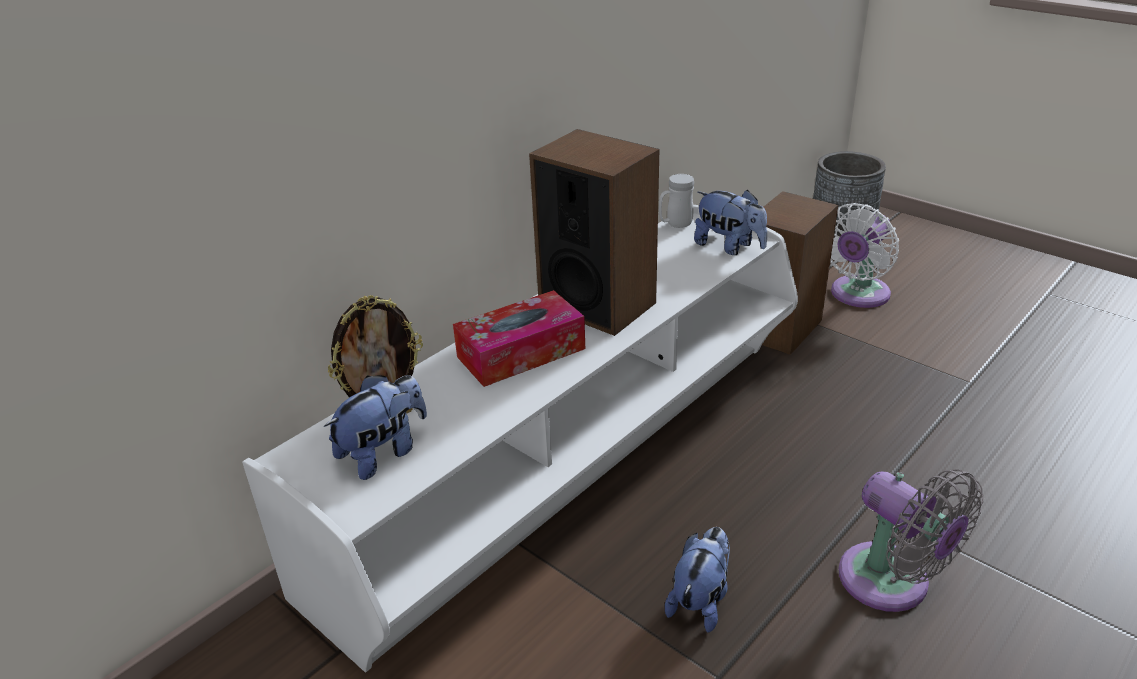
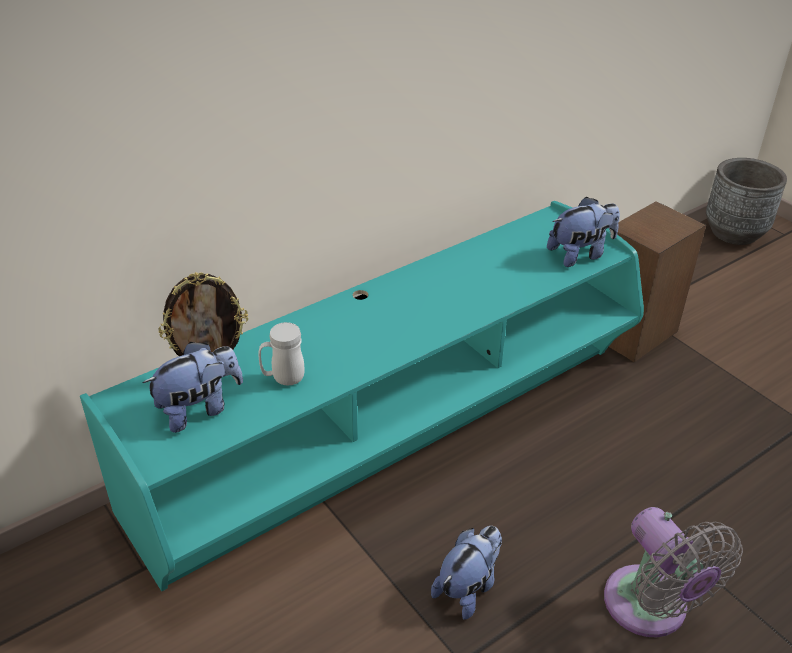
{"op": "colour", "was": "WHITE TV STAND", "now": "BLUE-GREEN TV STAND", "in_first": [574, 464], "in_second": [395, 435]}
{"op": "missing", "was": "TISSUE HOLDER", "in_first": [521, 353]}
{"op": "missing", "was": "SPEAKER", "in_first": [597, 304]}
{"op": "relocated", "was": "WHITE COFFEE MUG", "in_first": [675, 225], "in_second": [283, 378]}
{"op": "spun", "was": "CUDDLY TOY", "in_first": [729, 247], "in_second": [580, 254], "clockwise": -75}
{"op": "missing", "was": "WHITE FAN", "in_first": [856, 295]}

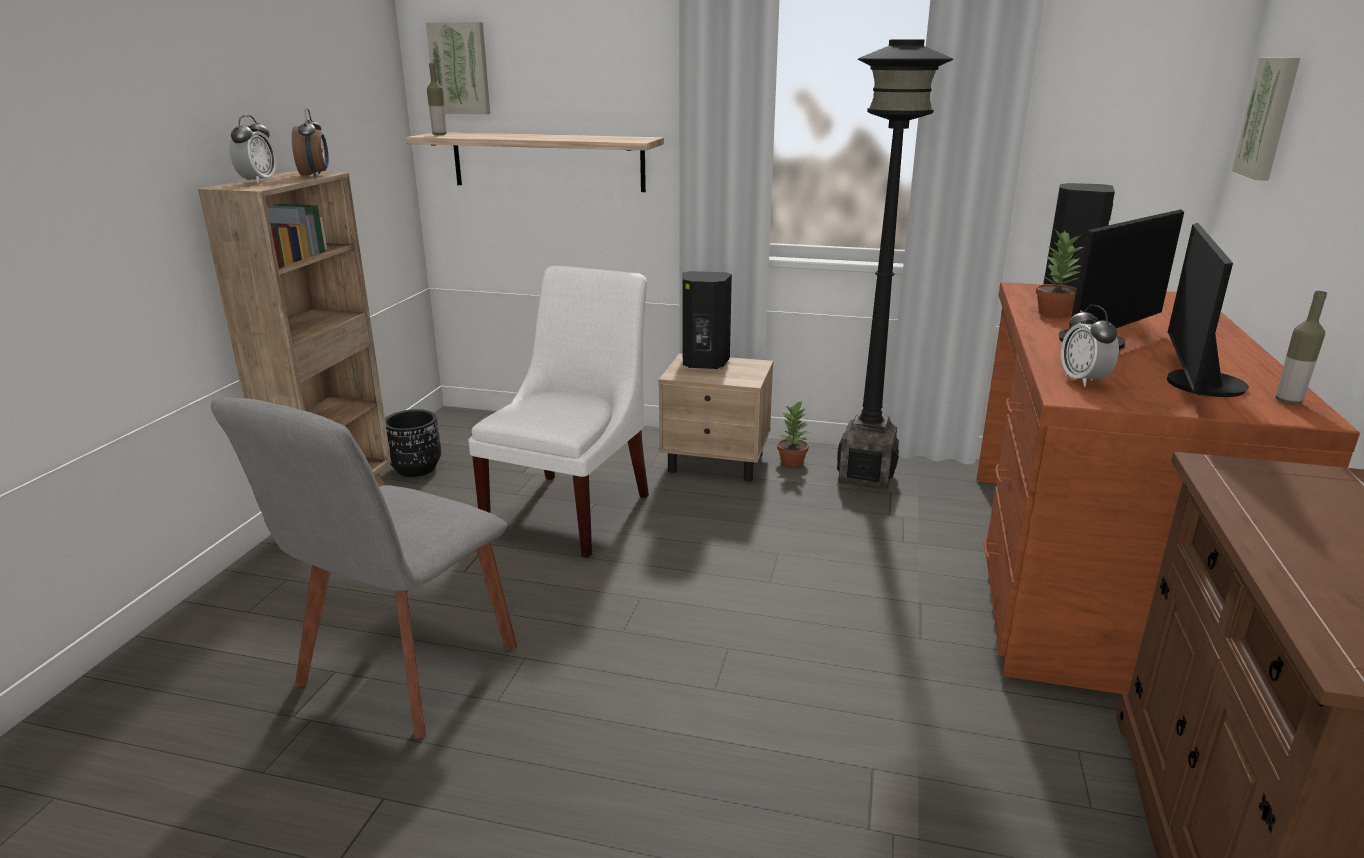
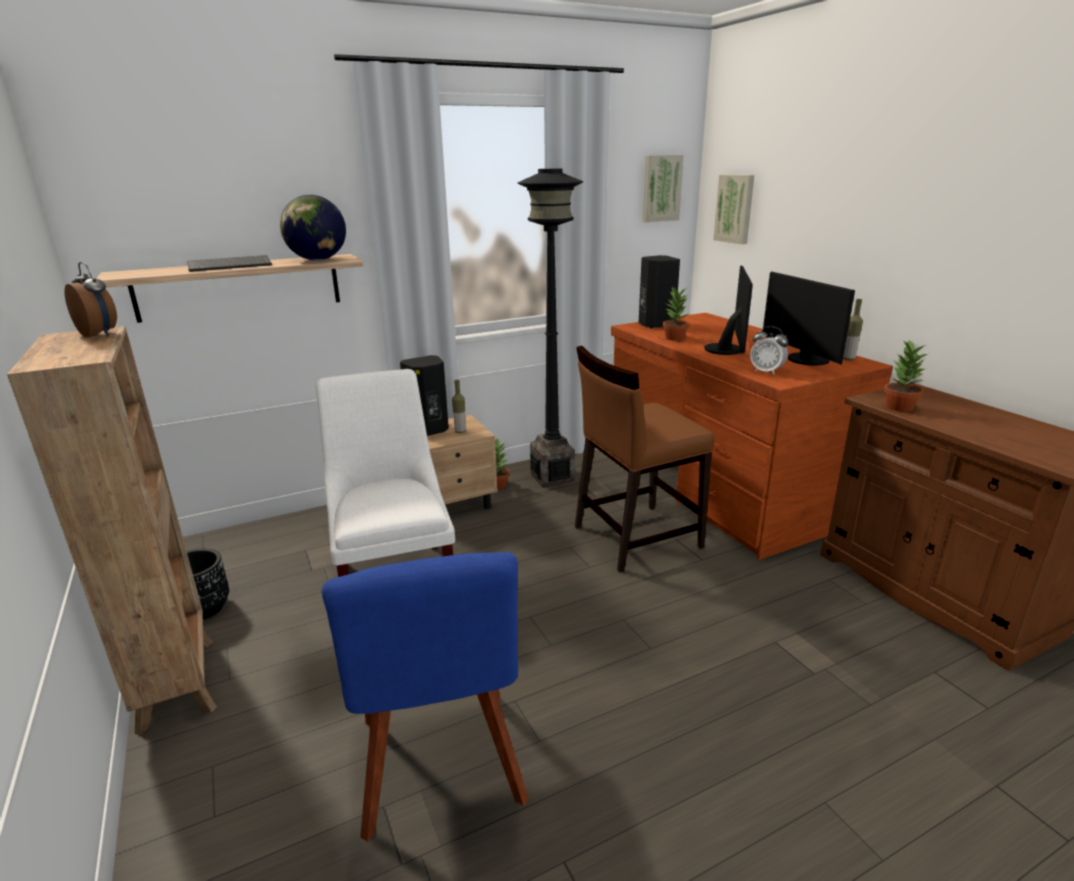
{"op": "colour", "was": "GREYISH UPRIGHT CHAIR", "now": "BLUISH UPRIGHT CHAIR", "in_first": [401, 672], "in_second": [441, 769]}
{"op": "missing", "was": "TABLE CLOCK", "in_first": [258, 181]}
{"op": "relocated", "was": "WALL ART", "in_first": [460, 68], "in_second": [661, 188]}
{"op": "relocated", "was": "BEVERAGE BOTTLE", "in_first": [439, 134], "in_second": [460, 431]}
{"op": "appeared", "now": "KEYBOARD", "in_second": [231, 265]}
{"op": "appeared", "now": "DESK GLOBE", "in_second": [318, 260]}
{"op": "appeared", "now": "BROWNISH UPRIGHT CHAIR", "in_second": [635, 536]}
{"op": "appeared", "now": "POTTED PLANT", "in_second": [899, 407]}

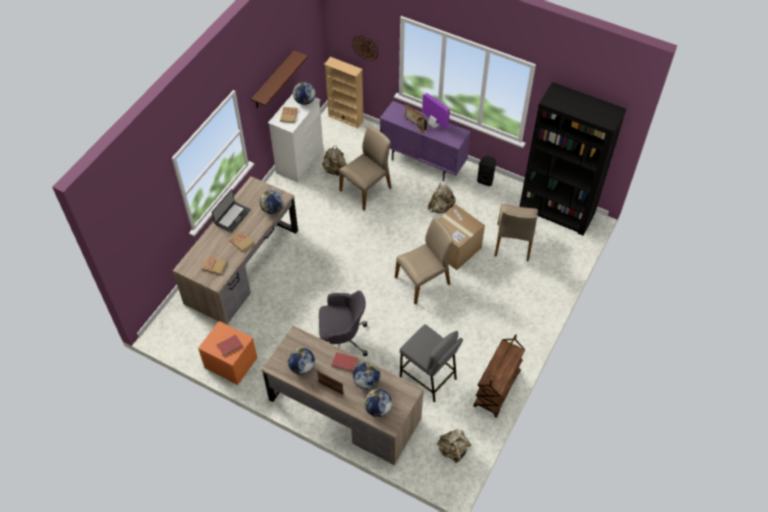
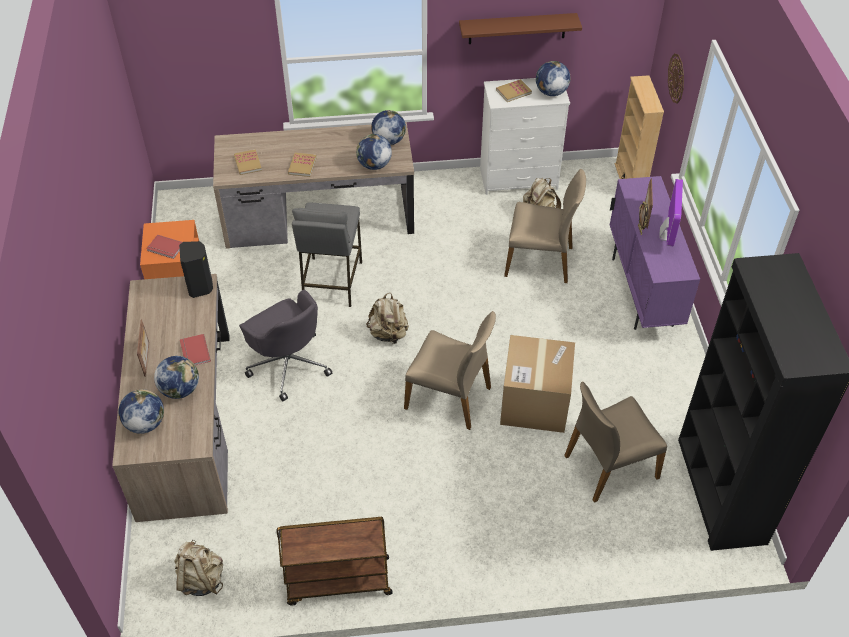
{"op": "missing", "was": "NOTEBOOK COMPUTER", "in_first": [232, 217]}
{"op": "relocated", "was": "DESK GLOBE", "in_first": [302, 367], "in_second": [388, 141]}
{"op": "relocated", "was": "GREYISH STOOL SEAT", "in_first": [428, 377], "in_second": [331, 282]}
{"op": "relocated", "was": "BEIGE RUCKSACK", "in_first": [441, 207], "in_second": [388, 334]}
{"op": "relocated", "was": "BLACKISH SPEAKER", "in_first": [485, 180], "in_second": [200, 287]}

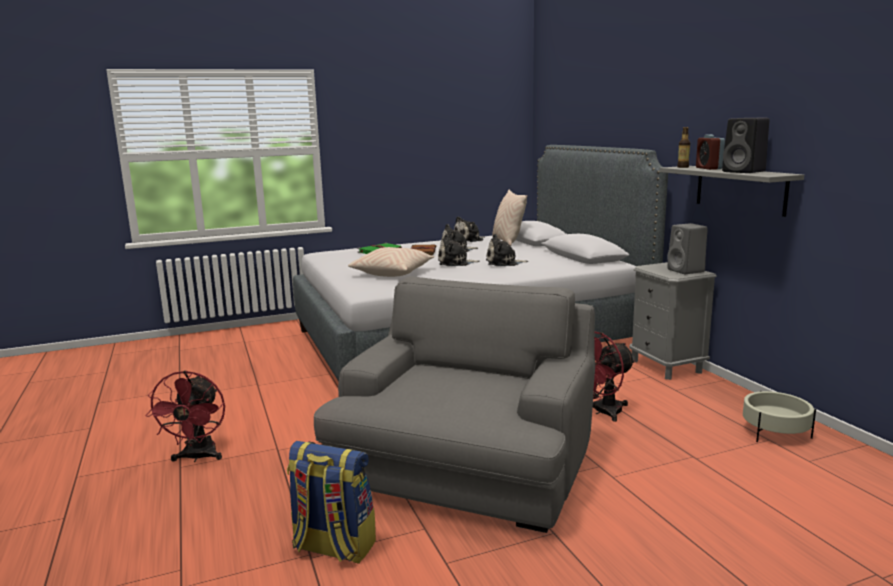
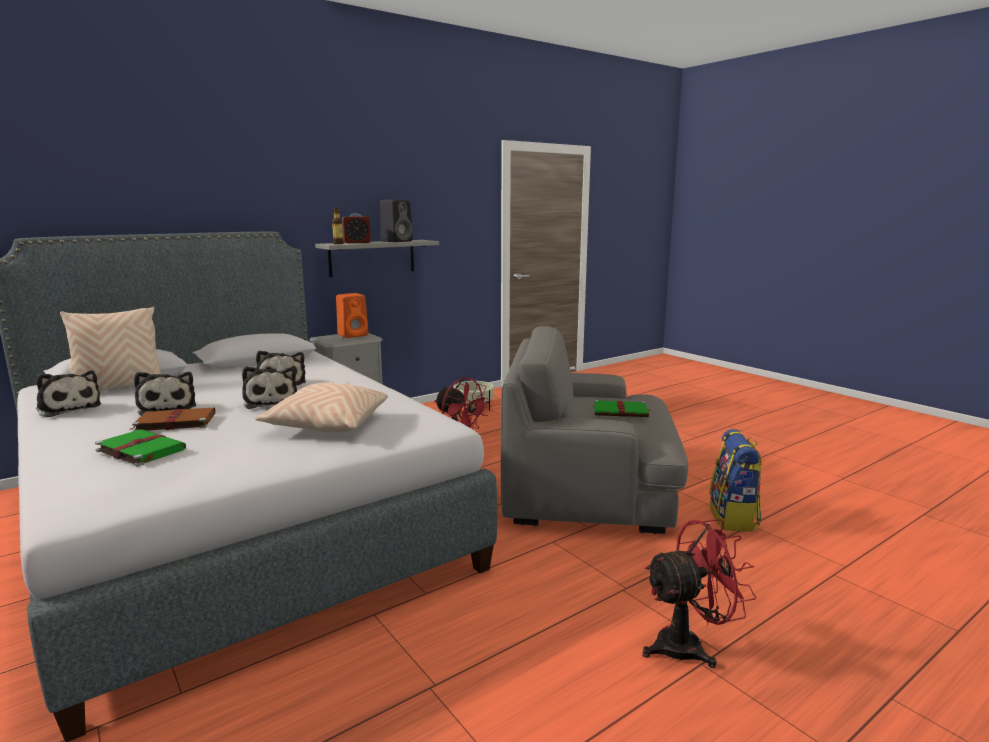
{"op": "colour", "was": "GREYISH SPEAKER", "now": "ORANGE-COLOURED SPEAKER", "in_first": [687, 271], "in_second": [353, 335]}
{"op": "appeared", "now": "GREEN-COLOURED BOOK", "in_second": [621, 411]}

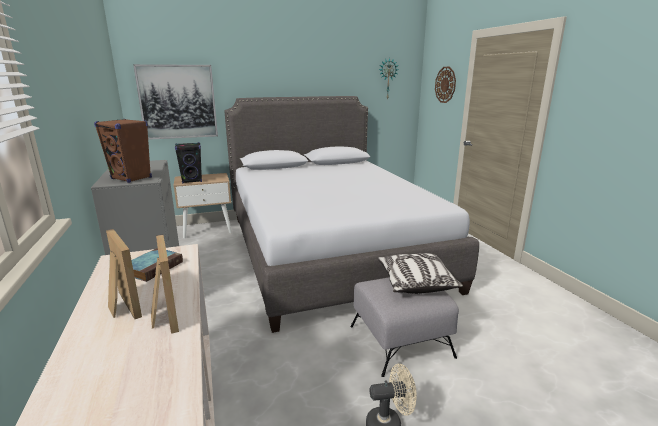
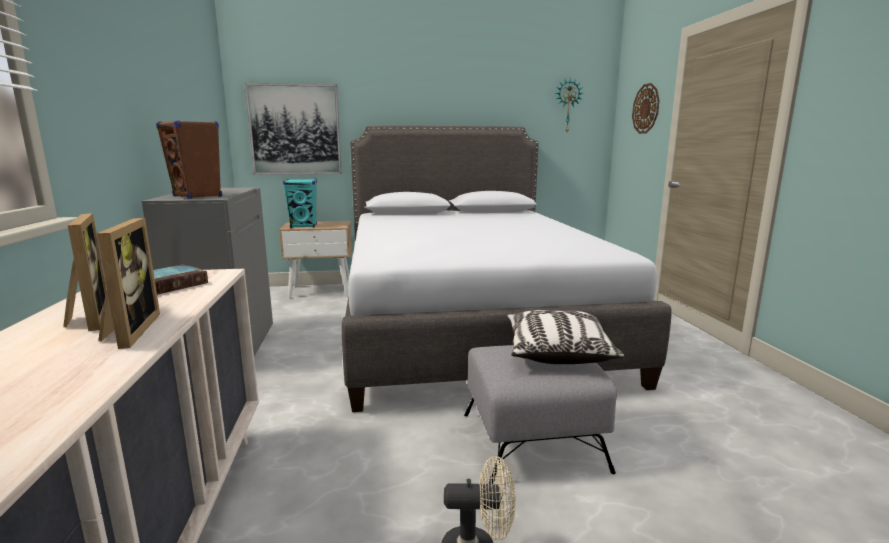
{"op": "colour", "was": "BLACKISH SPEAKER", "now": "BLUE-GREEN SPEAKER", "in_first": [192, 181], "in_second": [304, 226]}

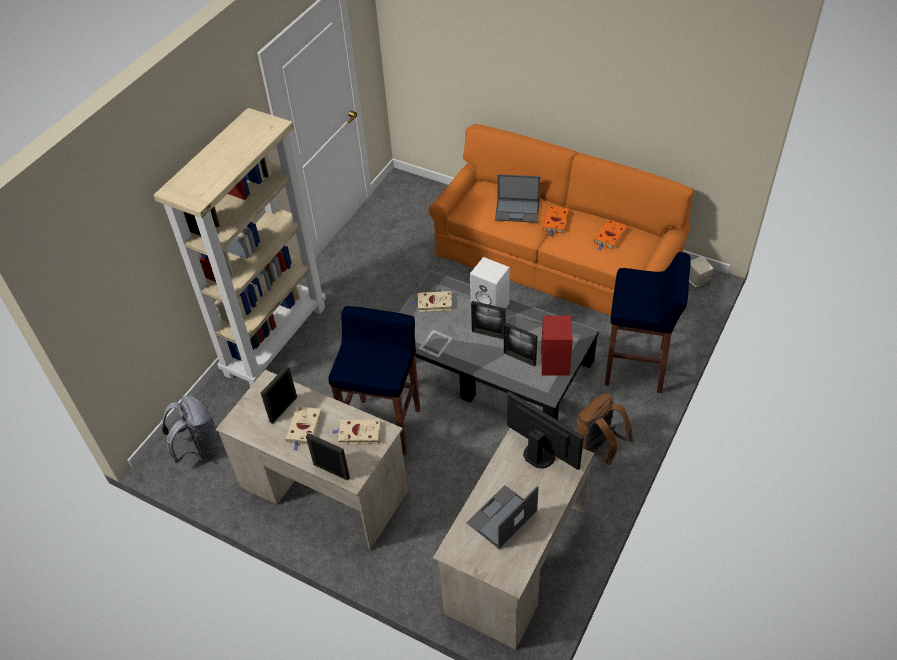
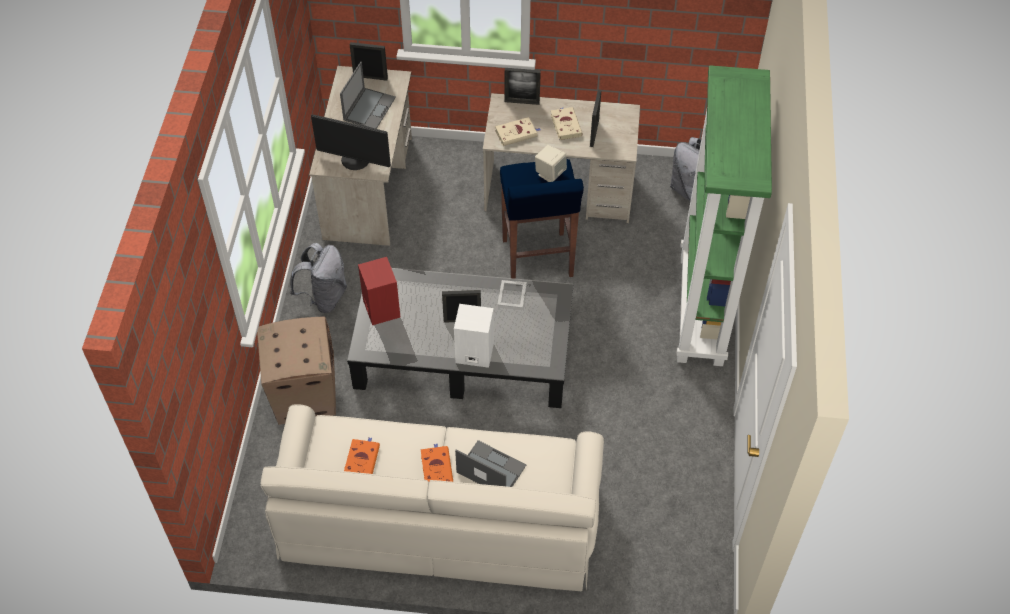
{"op": "colour", "was": "BEIGE BOOKSHELF", "now": "GREEN-COLOURED BOOKSHELF", "in_first": [275, 340], "in_second": [702, 310]}
{"op": "missing", "was": "BEIGE BOOK", "in_first": [433, 303]}
{"op": "colour", "was": "ORANGE-COLOURED SOFA", "now": "BEIGE SOFA", "in_first": [556, 258], "in_second": [438, 517]}
{"op": "spun", "was": "NOTEBOOK COMPUTER", "in_first": [518, 210], "in_second": [490, 469], "clockwise": 45}
{"op": "relocated", "was": "PHOTO FRAME", "in_first": [519, 358], "in_second": [370, 77]}
{"op": "colour", "was": "BROWNISH RUCKSACK", "now": "GREYISH RUCKSACK", "in_first": [598, 449], "in_second": [324, 297]}
{"op": "exchanged", "was": "BLUISH STOOL SEAT", "now": "CARDBOARD BOX", "in_first": [637, 366], "in_second": [304, 395]}
{"op": "relocated", "was": "BEIGE SPEAKER", "in_first": [696, 280], "in_second": [550, 173]}

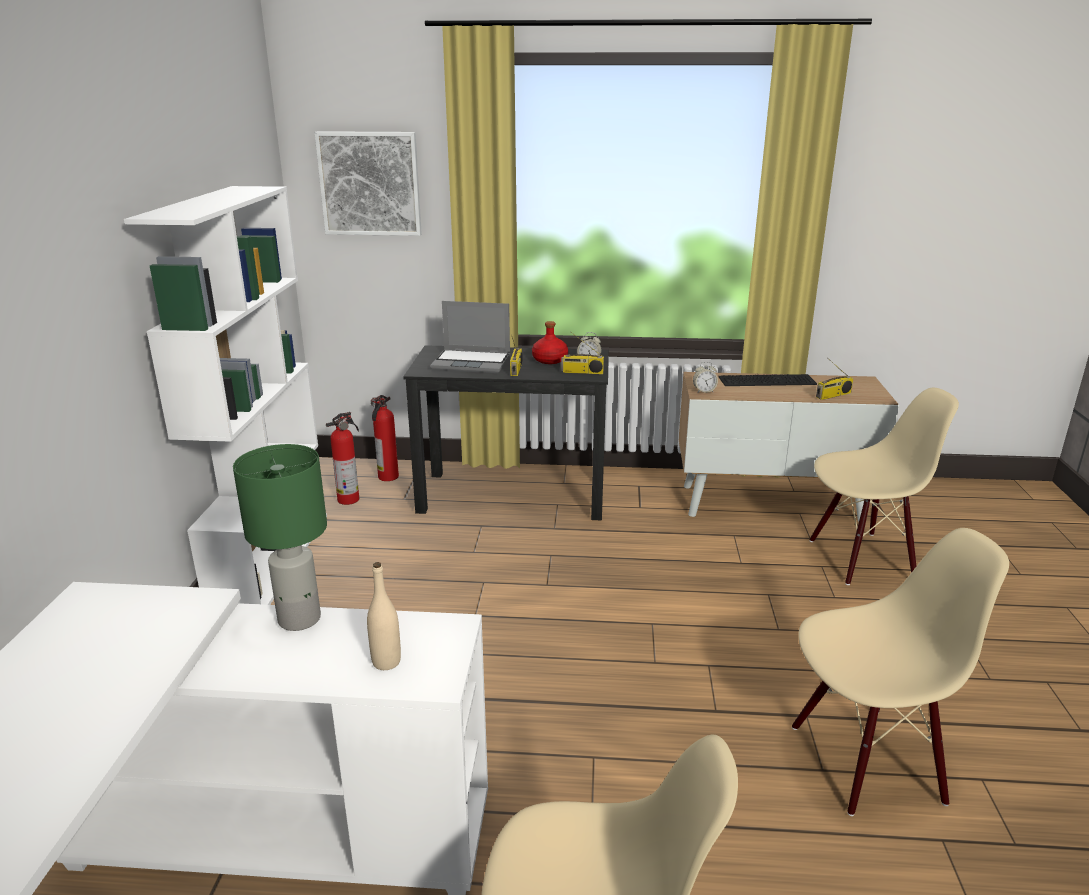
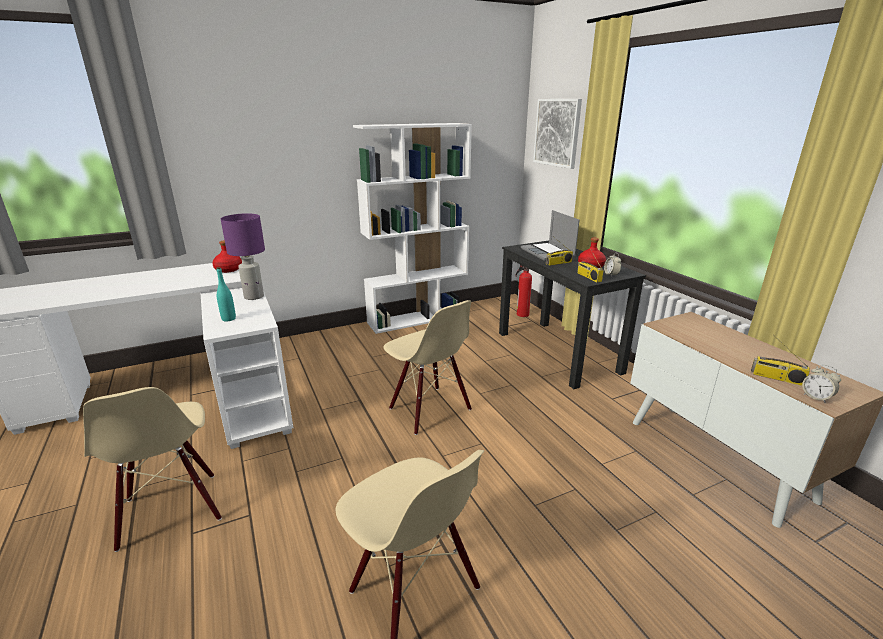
{"op": "colour", "was": "GREEN-COLOURED TABLETOP LAMP", "now": "PURPLISH TABLETOP LAMP", "in_first": [300, 618], "in_second": [254, 296]}
{"op": "missing", "was": "EXTINGUISHER", "in_first": [350, 499]}
{"op": "colour", "was": "BEIGE BEVERAGE BOTTLE", "now": "BLUE-GREEN BEVERAGE BOTTLE", "in_first": [386, 662], "in_second": [228, 319]}
{"op": "relocated", "was": "TABLE CLOCK", "in_first": [704, 391], "in_second": [816, 397]}
{"op": "missing", "was": "KEYBOARD", "in_first": [767, 380]}
{"op": "relocated", "was": "BEIGE UPRIGHT CHAIR", "in_first": [861, 559], "in_second": [429, 409]}
{"op": "appeared", "now": "RED-COLOURED BEVERAGE BOTTLE", "in_second": [228, 269]}

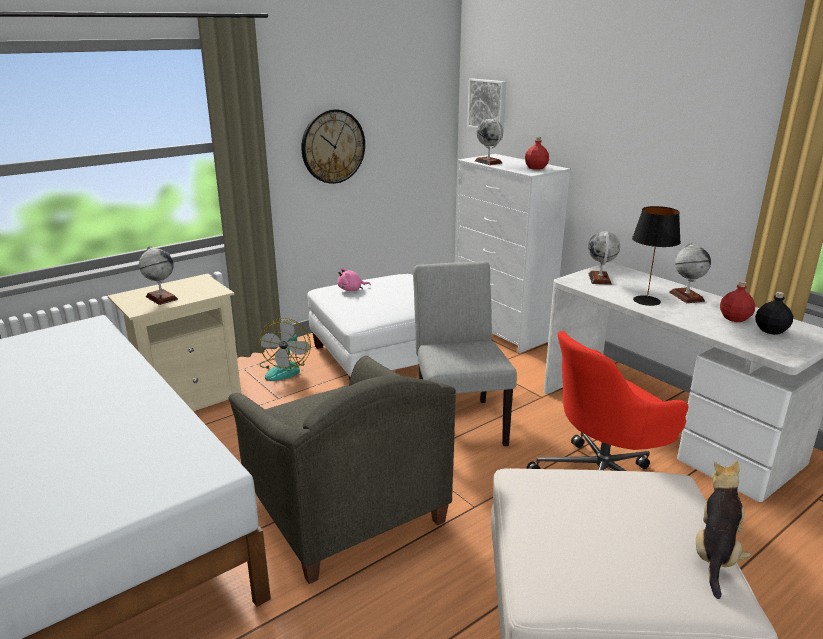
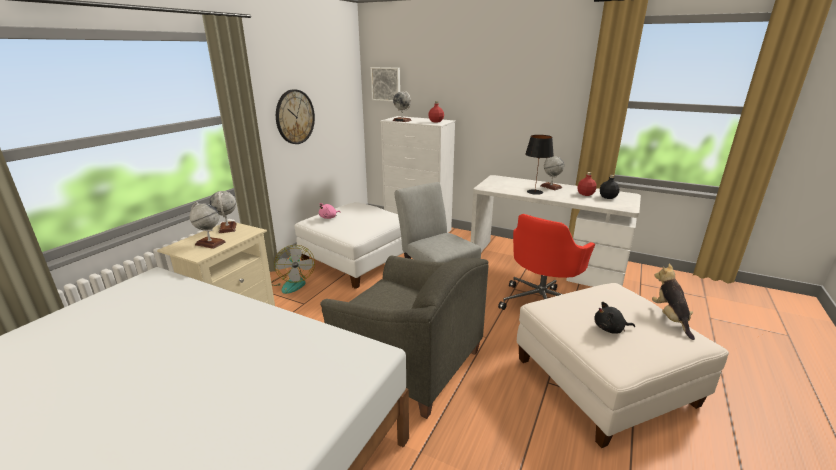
{"op": "relocated", "was": "DESK GLOBE", "in_first": [600, 279], "in_second": [227, 228]}
{"op": "appeared", "now": "BLACKISH CUDDLY TOY", "in_second": [610, 329]}

